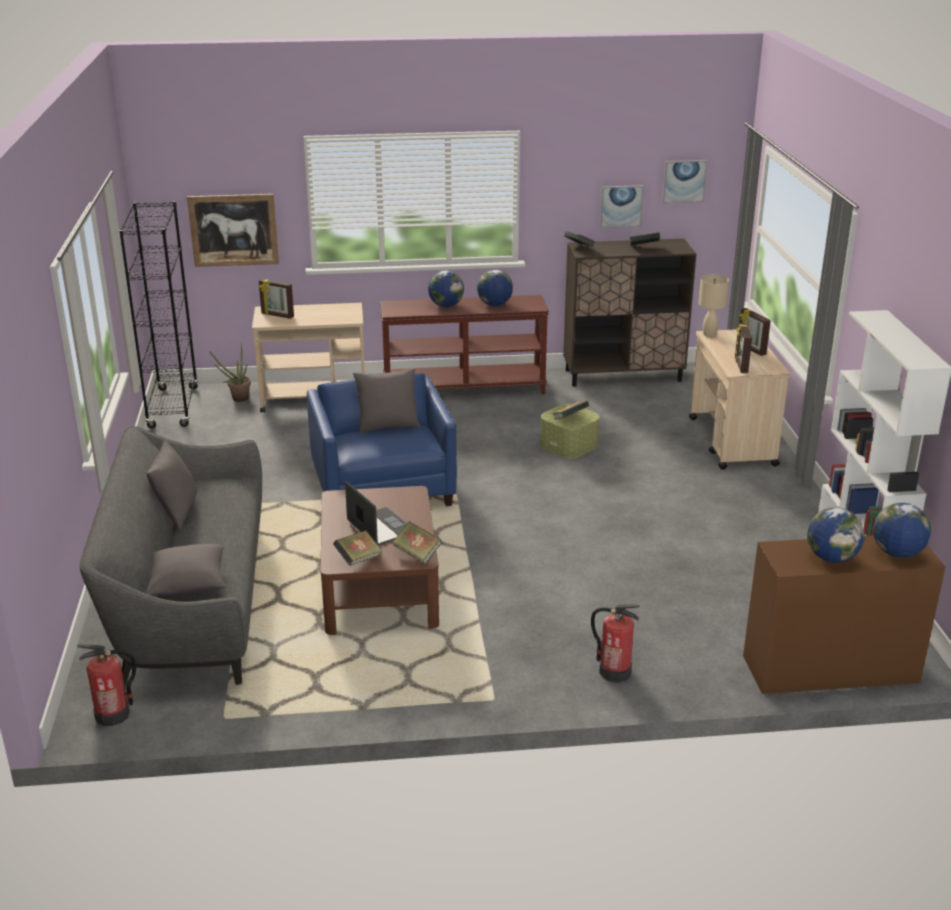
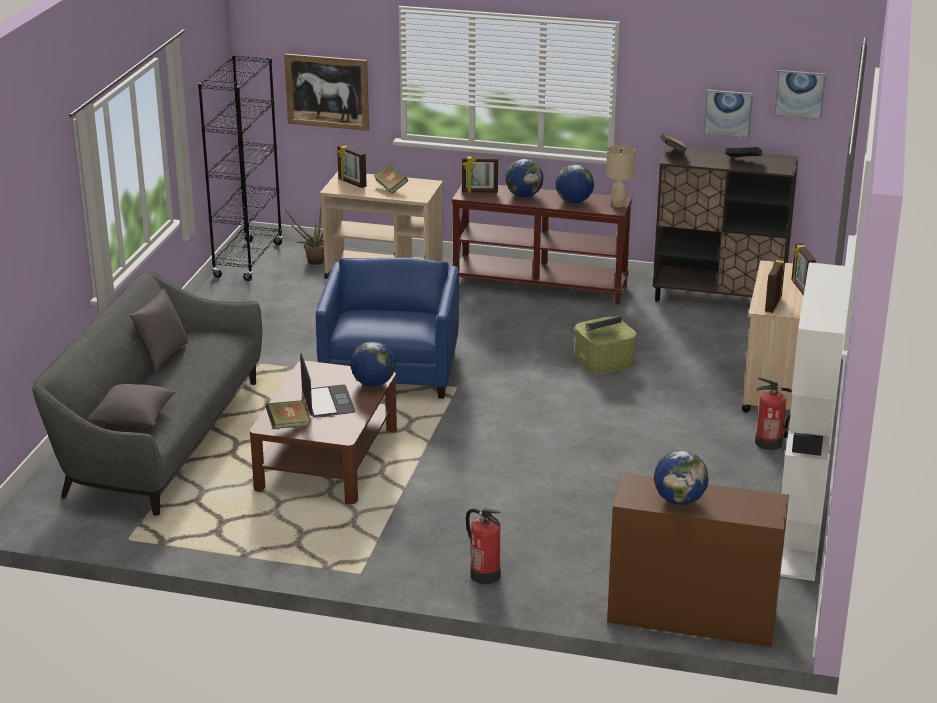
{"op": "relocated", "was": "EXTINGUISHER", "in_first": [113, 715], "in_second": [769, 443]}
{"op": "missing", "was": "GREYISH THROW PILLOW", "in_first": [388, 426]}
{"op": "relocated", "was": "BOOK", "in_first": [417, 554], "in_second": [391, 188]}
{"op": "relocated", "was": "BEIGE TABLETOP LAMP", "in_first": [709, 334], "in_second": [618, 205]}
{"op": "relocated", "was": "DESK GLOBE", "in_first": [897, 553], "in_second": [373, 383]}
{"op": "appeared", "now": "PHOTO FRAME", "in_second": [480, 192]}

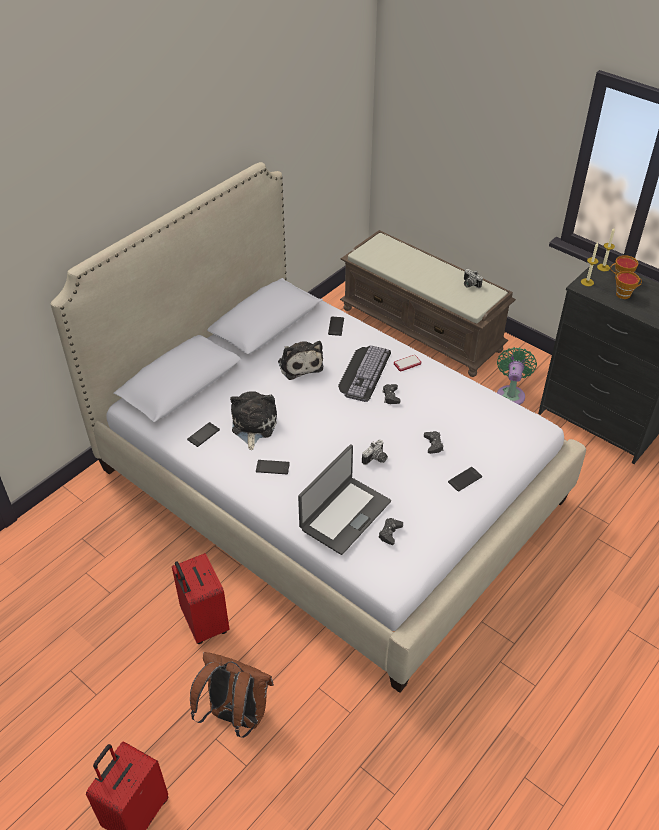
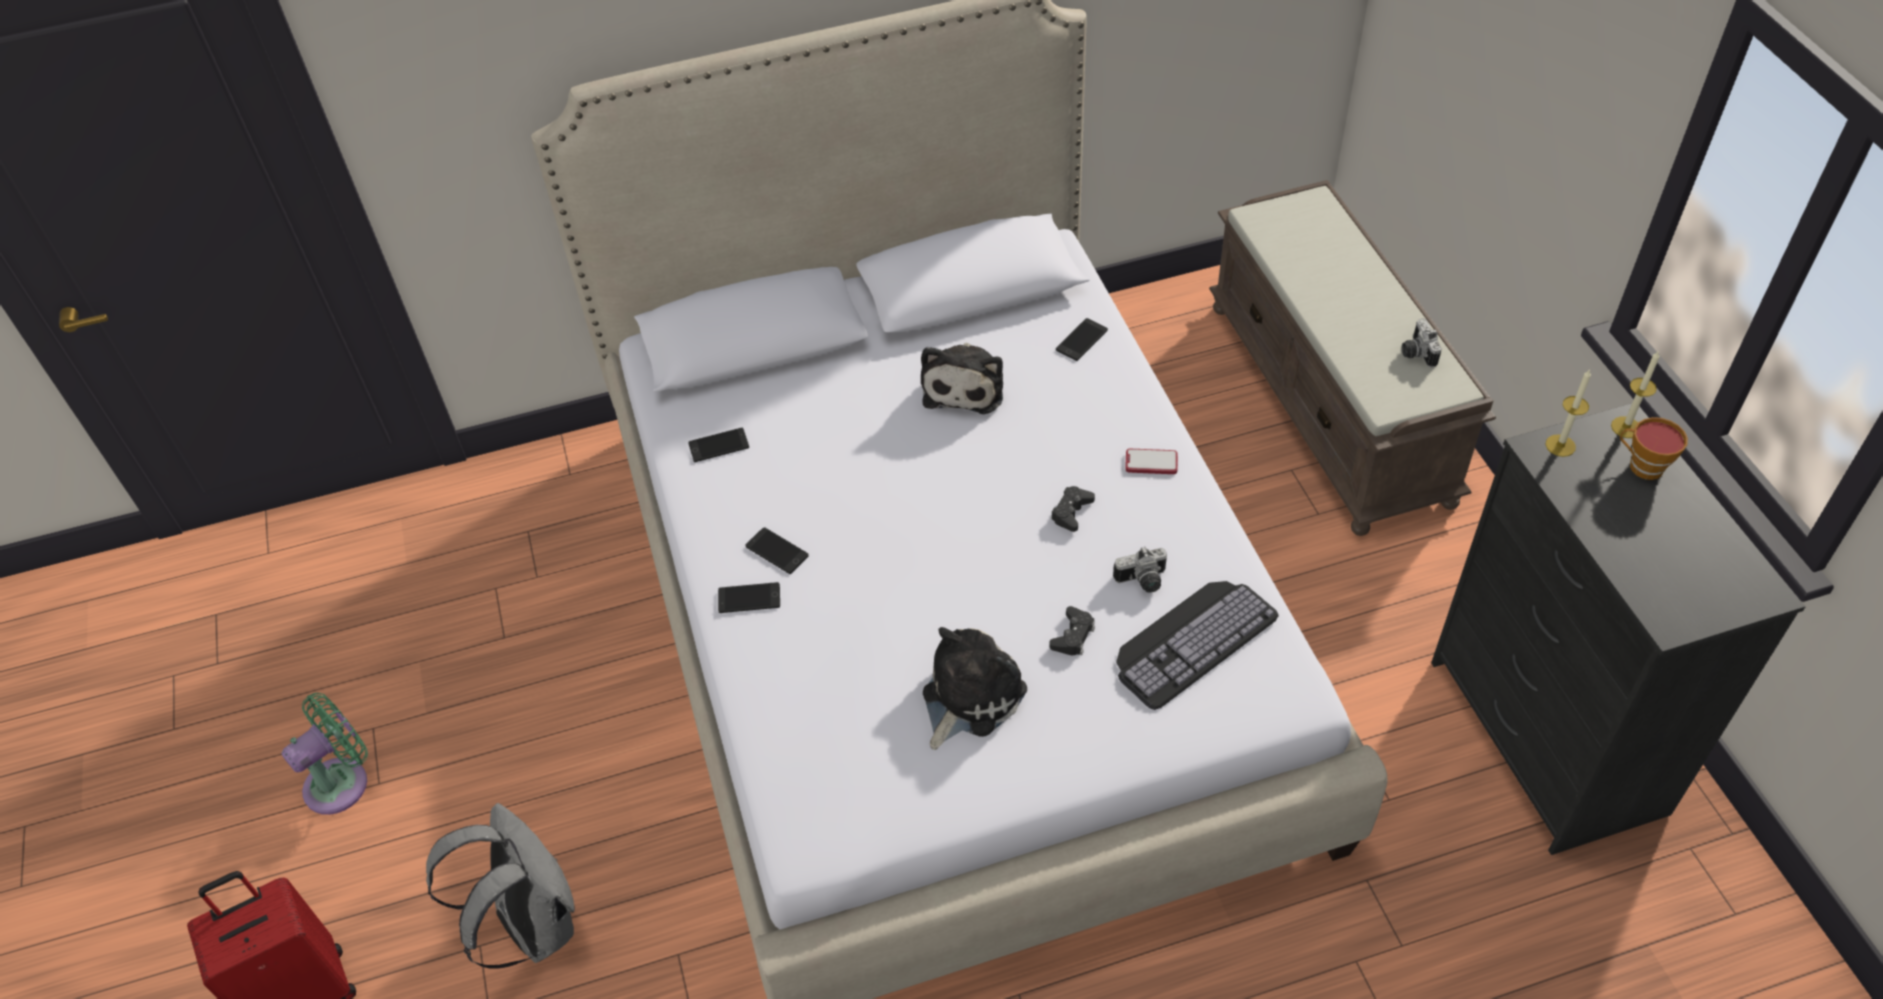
{"op": "missing", "was": "RED-COLOURED SUITCASE", "in_first": [203, 623]}
{"op": "colour", "was": "BROWNISH RUCKSACK", "now": "GREYISH RUCKSACK", "in_first": [235, 715], "in_second": [531, 925]}
{"op": "relocated", "was": "CUDDLY TOY", "in_first": [253, 425], "in_second": [969, 697]}
{"op": "missing", "was": "NOTEBOOK COMPUTER", "in_first": [344, 515]}
{"op": "relocated", "was": "KEYBOARD", "in_first": [363, 372], "in_second": [1191, 638]}
{"op": "relocated", "was": "STILL CAMERA", "in_first": [376, 459], "in_second": [1142, 581]}
{"op": "missing", "was": "BLACKISH JOYPAD", "in_first": [390, 533]}
{"op": "relocated", "was": "HANDSET", "in_first": [465, 479], "in_second": [749, 598]}
{"op": "relocated", "was": "GREEN-COLOURED FAN", "in_first": [511, 393], "in_second": [342, 781]}
{"op": "missing", "was": "SMALL CUP", "in_first": [625, 294]}

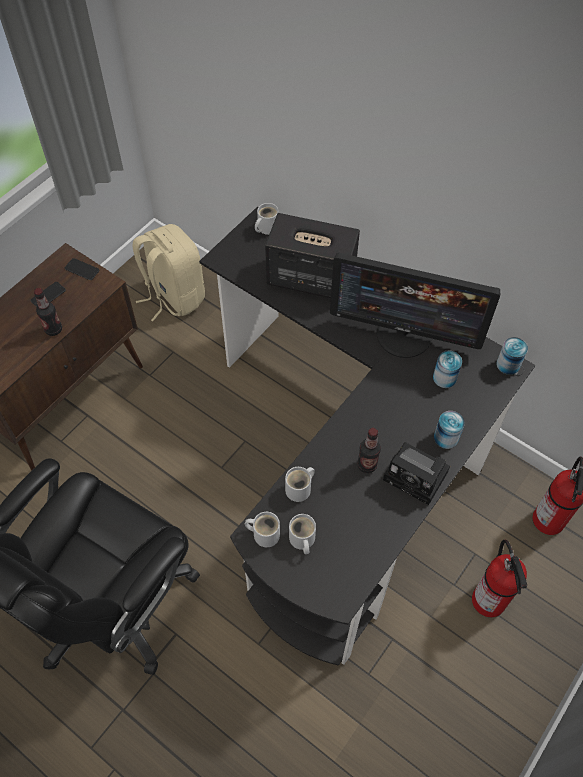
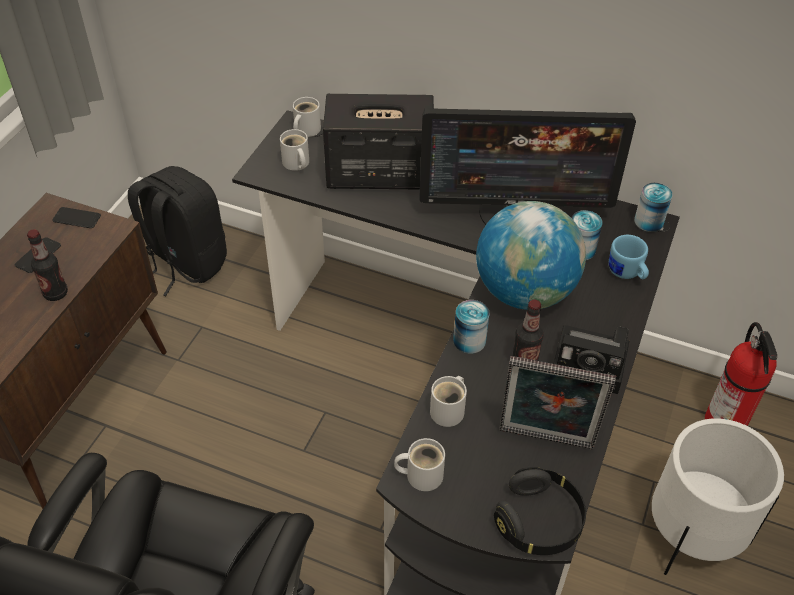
{"op": "colour", "was": "BEIGE RUCKSACK", "now": "BLACKISH RUCKSACK", "in_first": [173, 296], "in_second": [185, 263]}
{"op": "relocated", "was": "WHITE COFFEE MUG", "in_first": [301, 540], "in_second": [296, 164]}
{"op": "relocated", "was": "SEALED CAN", "in_first": [446, 437], "in_second": [469, 340]}
{"op": "exchanged", "was": "EXTINGUISHER", "now": "WHITE PLANTER", "in_first": [489, 601], "in_second": [692, 534]}
{"op": "appeared", "now": "DESK GLOBE", "in_second": [525, 291]}
{"op": "appeared", "now": "BLACKISH PAIR OF HEADPHONES", "in_second": [539, 522]}
{"op": "appeared", "now": "PHOTO FRAME", "in_second": [545, 441]}
{"op": "appeared", "now": "BLUISH COFFEE MUG", "in_second": [627, 273]}

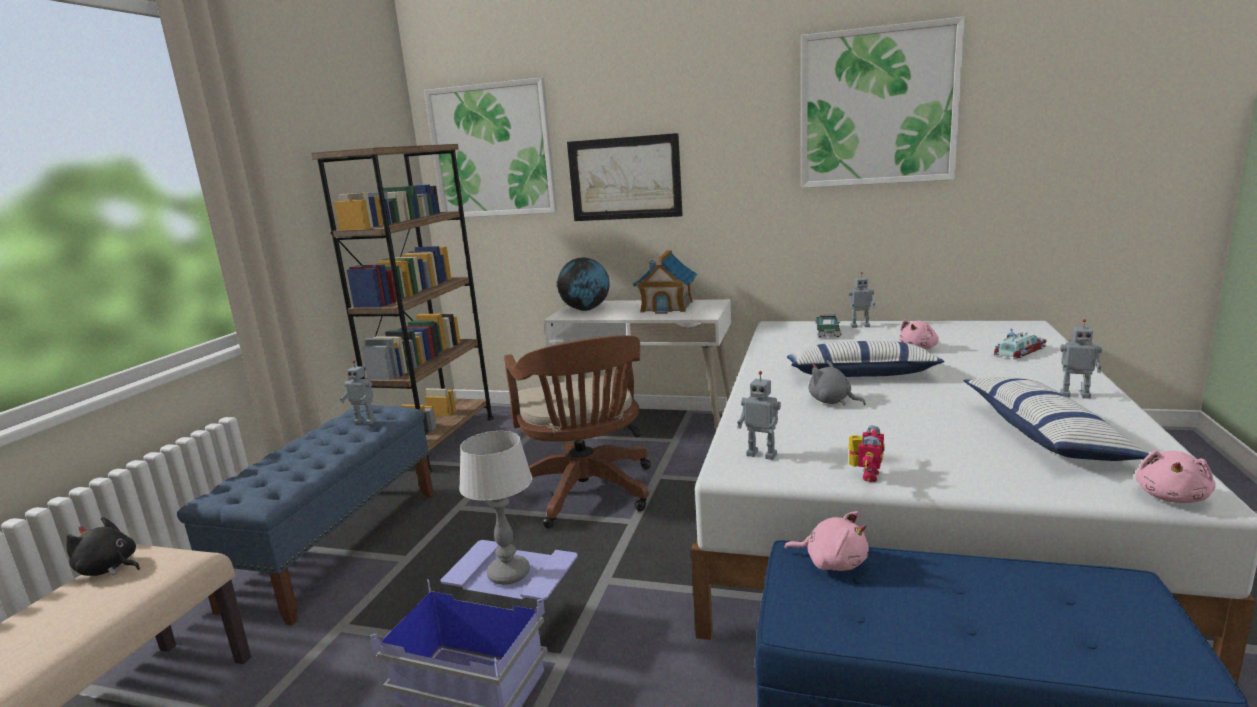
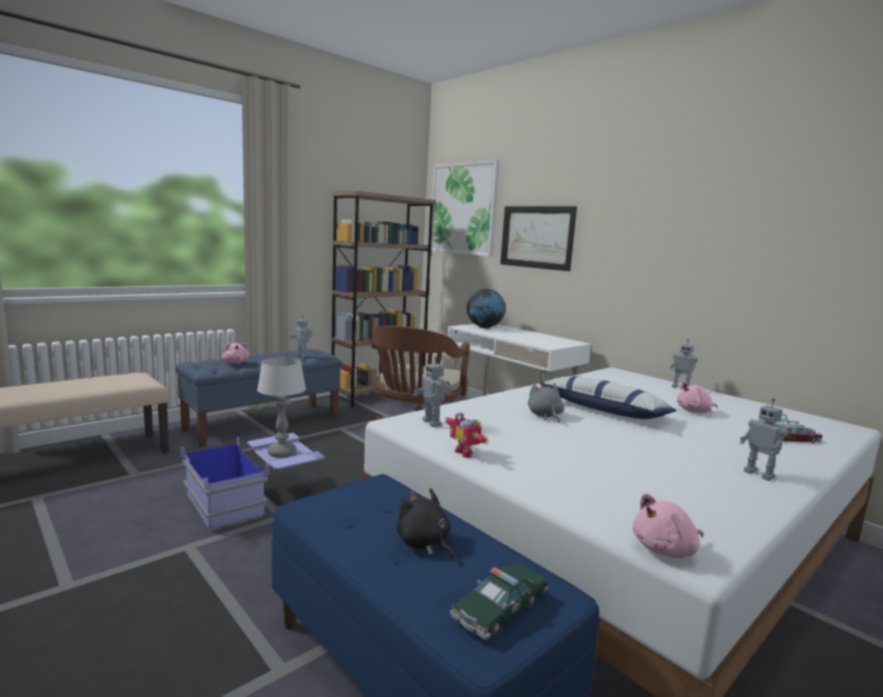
{"op": "relocated", "was": "BLACKISH CUDDLY TOY", "in_first": [109, 569], "in_second": [424, 543]}
{"op": "missing", "was": "MODEL HOUSE", "in_first": [667, 306]}
{"op": "relocated", "was": "PINK-COLOURED CUDDLY TOY", "in_first": [832, 562], "in_second": [236, 362]}
{"op": "missing", "was": "WALL ART", "in_first": [877, 107]}
{"op": "relocated", "was": "TOY CAR", "in_first": [827, 332], "in_second": [499, 610]}
{"op": "spun", "was": "MODEL ROBOT", "in_first": [865, 475], "in_second": [467, 452], "clockwise": 90}
{"op": "missing", "was": "THROW PILLOW", "in_first": [1045, 435]}

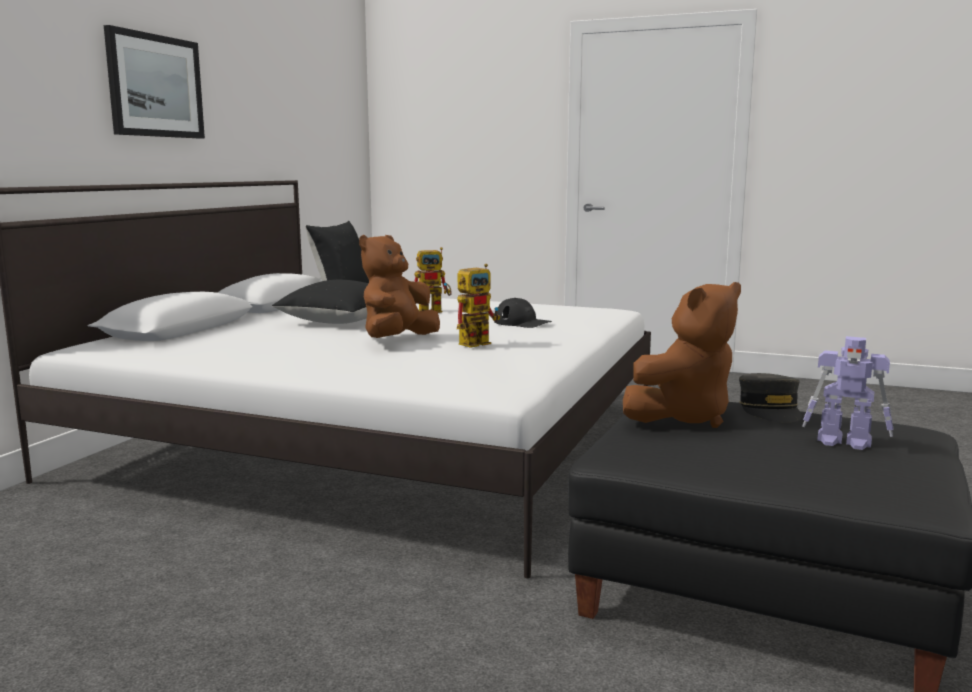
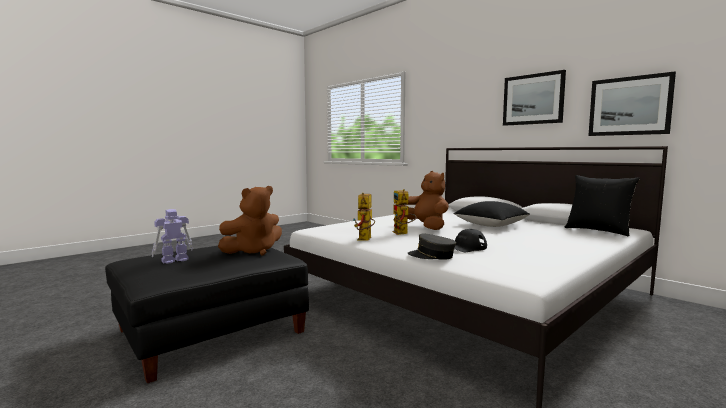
{"op": "relocated", "was": "MODEL ROBOT", "in_first": [435, 310], "in_second": [365, 240]}
{"op": "spun", "was": "BROWNISH CUDDLY TOY", "in_first": [683, 417], "in_second": [253, 251], "clockwise": -120}
{"op": "relocated", "was": "GREYISH PEAKED CAP", "in_first": [770, 410], "in_second": [431, 256]}
{"op": "appeared", "now": "WALL ART", "in_second": [629, 106]}

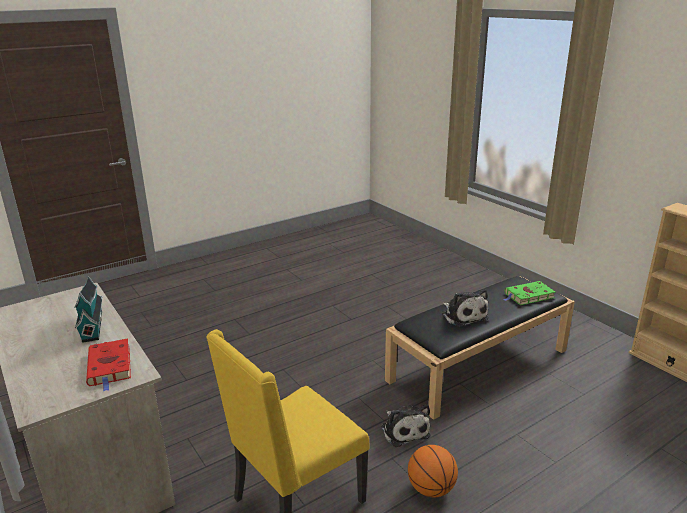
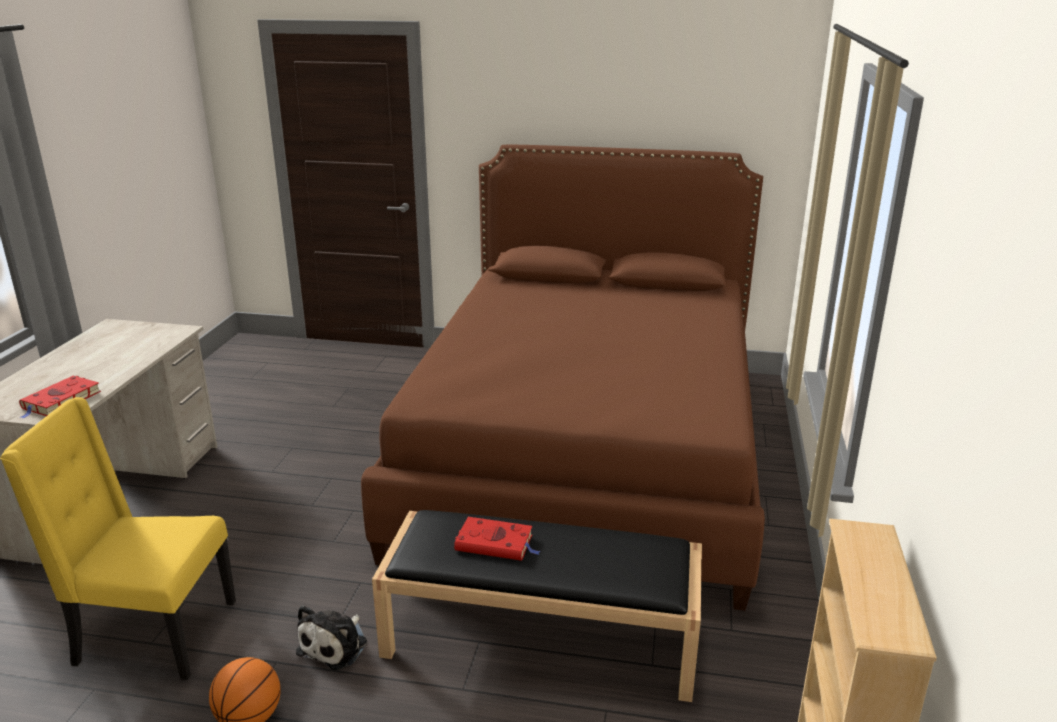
{"op": "missing", "was": "MODEL HOUSE", "in_first": [92, 325]}
{"op": "exchanged", "was": "CUDDLY TOY", "now": "RED-COLOURED BOOK", "in_first": [463, 315], "in_second": [496, 543]}
{"op": "missing", "was": "GREEN-COLOURED BOOK", "in_first": [528, 296]}
{"op": "appeared", "now": "BROWNISH SLEEPING BED", "in_second": [588, 452]}

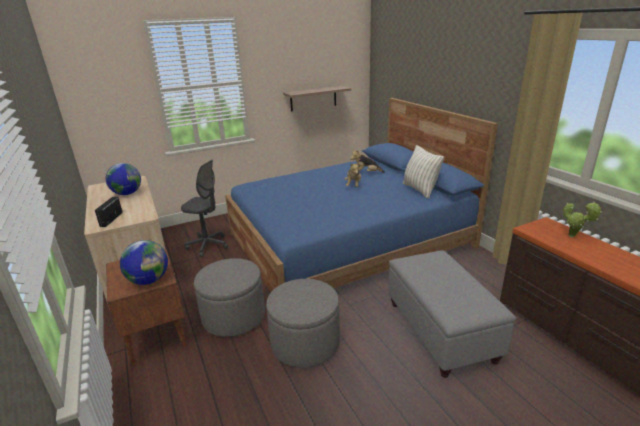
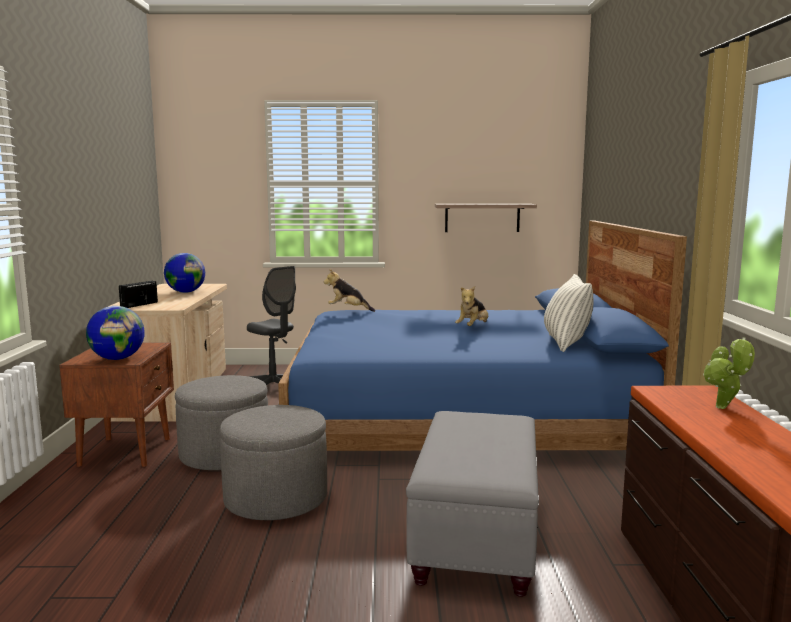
{"op": "relocated", "was": "CUDDLY TOY", "in_first": [366, 173], "in_second": [348, 309]}

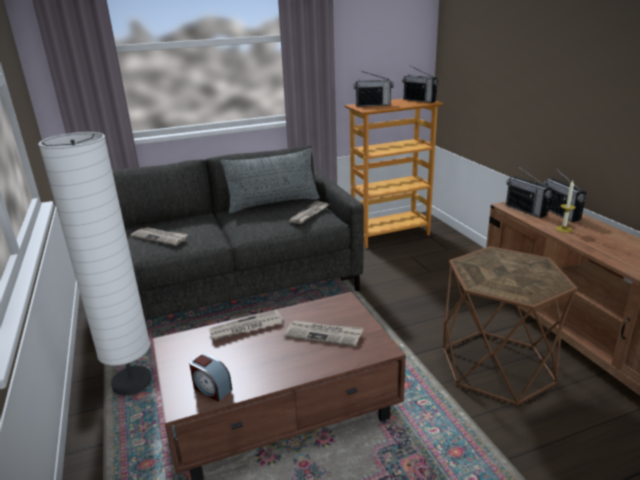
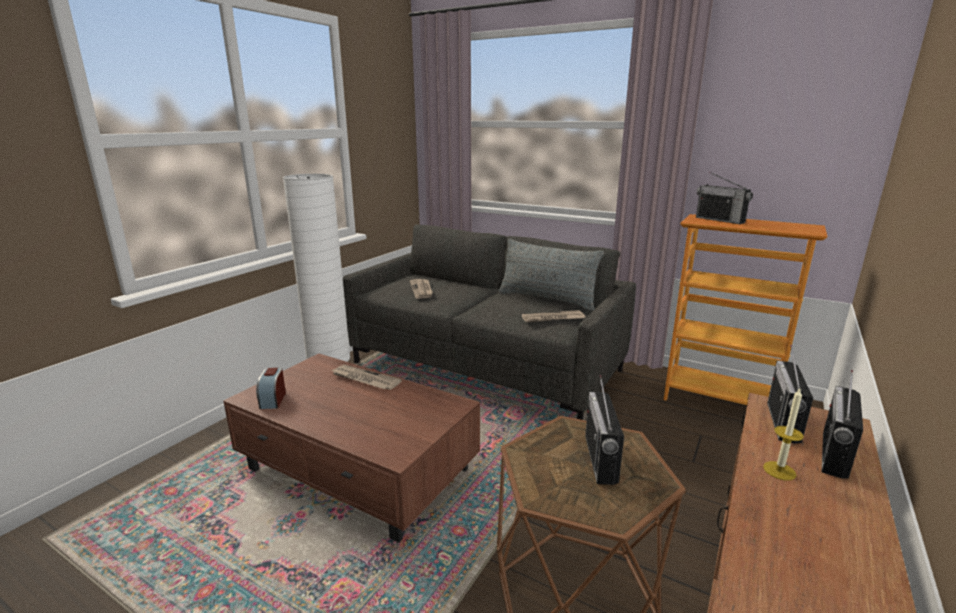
{"op": "missing", "was": "DAILY PAPER", "in_first": [324, 335]}
{"op": "relocated", "was": "RADIO", "in_first": [419, 100], "in_second": [600, 459]}

